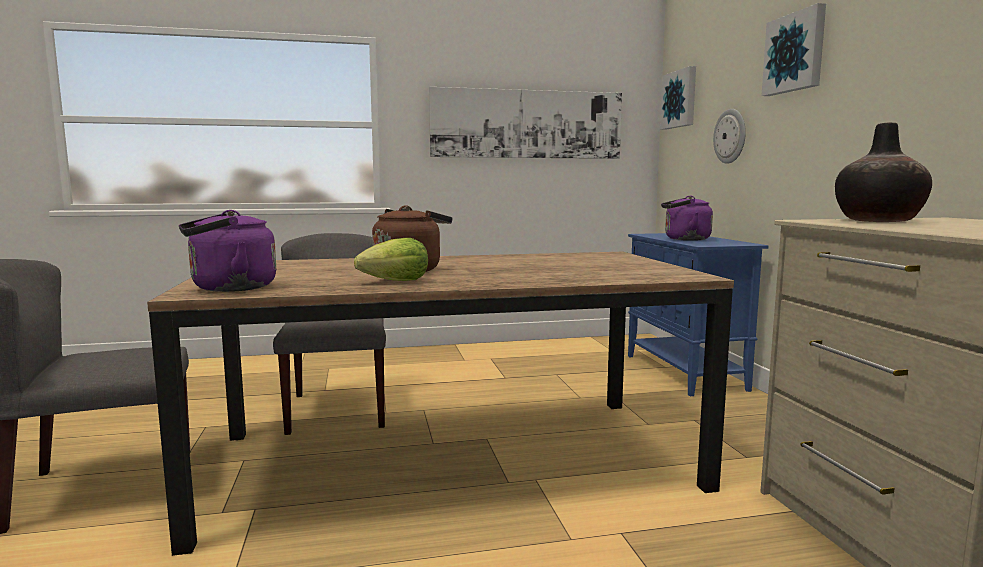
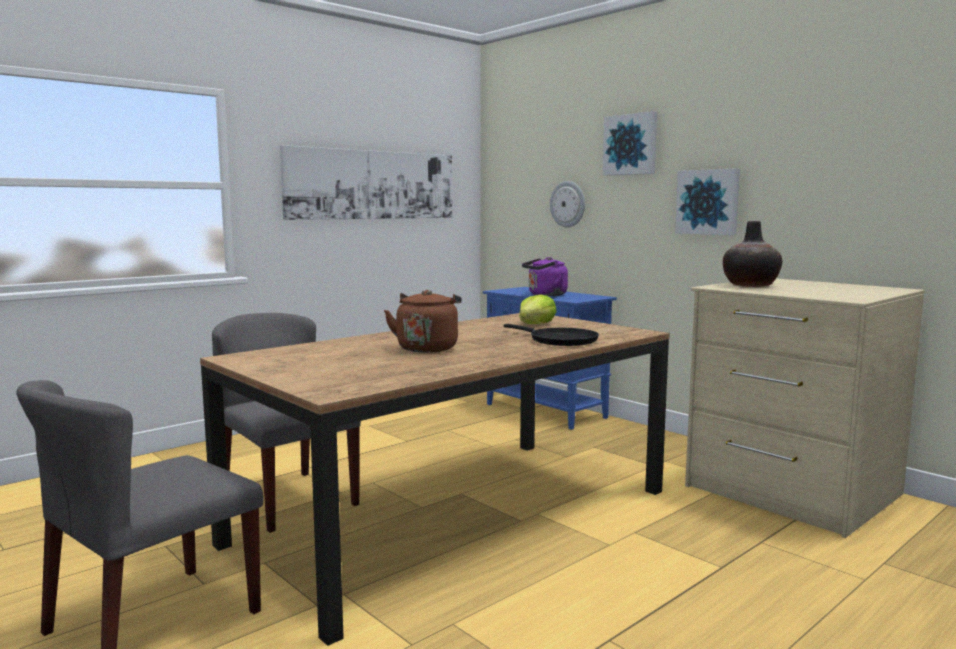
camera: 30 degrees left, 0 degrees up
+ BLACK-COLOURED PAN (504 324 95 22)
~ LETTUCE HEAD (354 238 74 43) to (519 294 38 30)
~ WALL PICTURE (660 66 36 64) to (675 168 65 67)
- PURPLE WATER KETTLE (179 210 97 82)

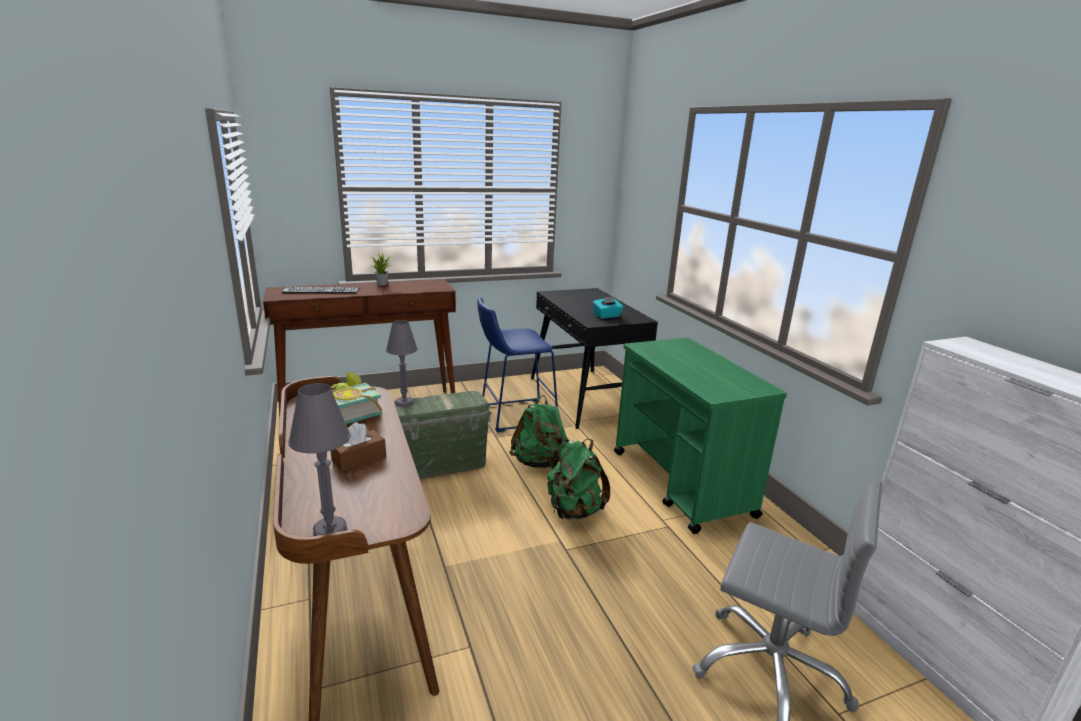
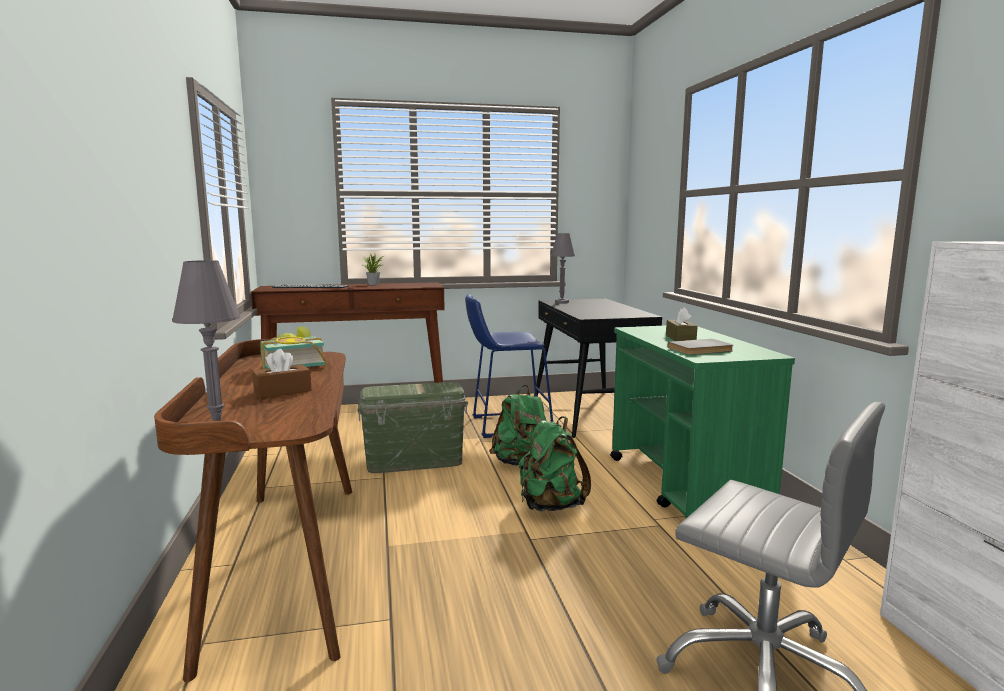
camera: 10 degrees right, 10 degrees down
~ GRAY LAMP FOR A TABLE (386 320 31 87) to (551 233 24 70)
+ BROWNISH TISSUE BOX (666 307 32 34)
+ GRAY BOUND BOOK (668 339 65 16)
- BLUE-GREEN TISSUE BOX (593 296 30 23)

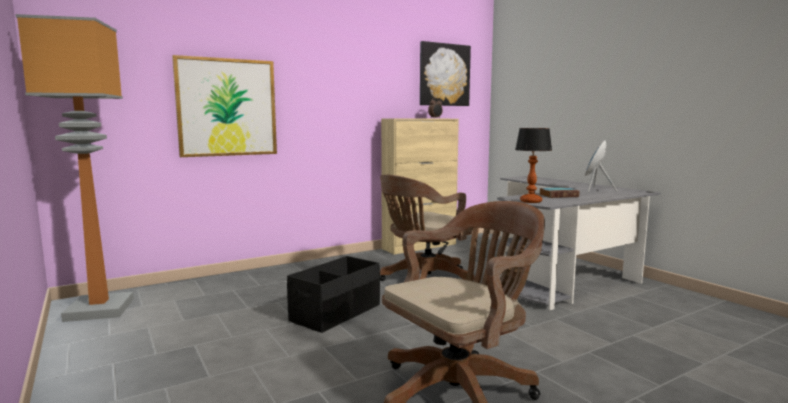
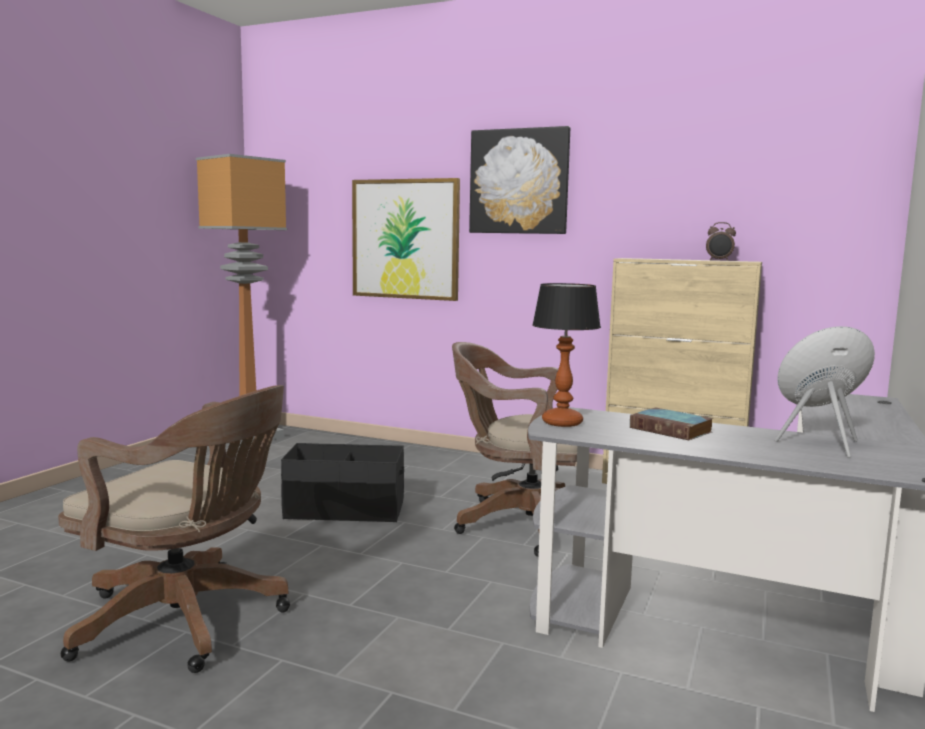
camera: 55 degrees right, 0 degrees up
~ WALL PICTURE (420 41 51 65) to (469 126 101 108)

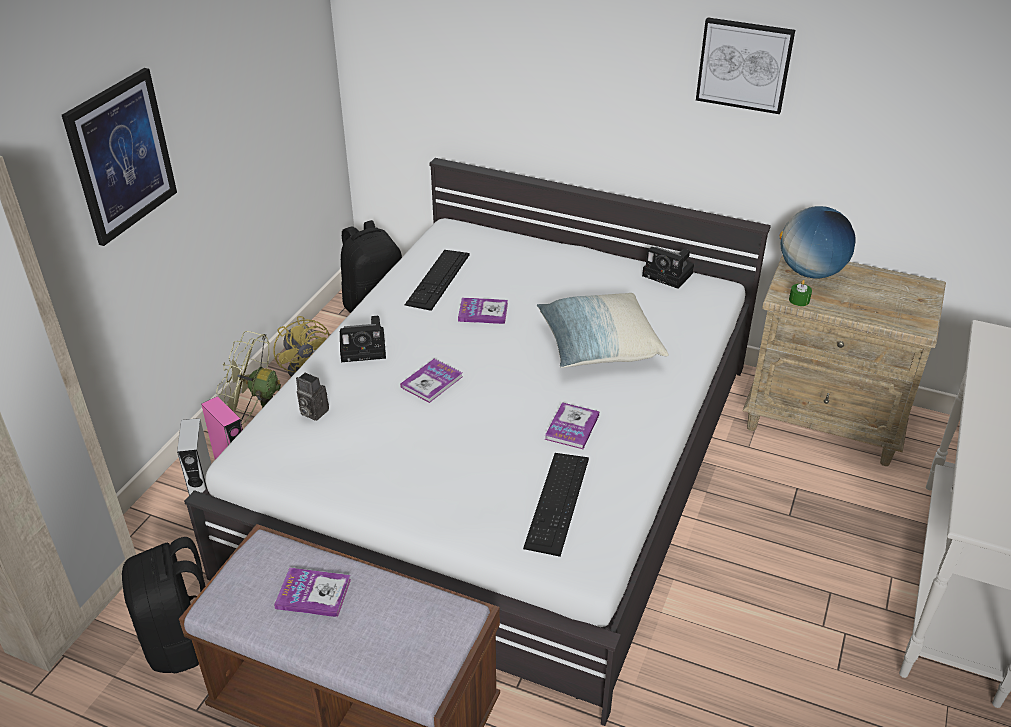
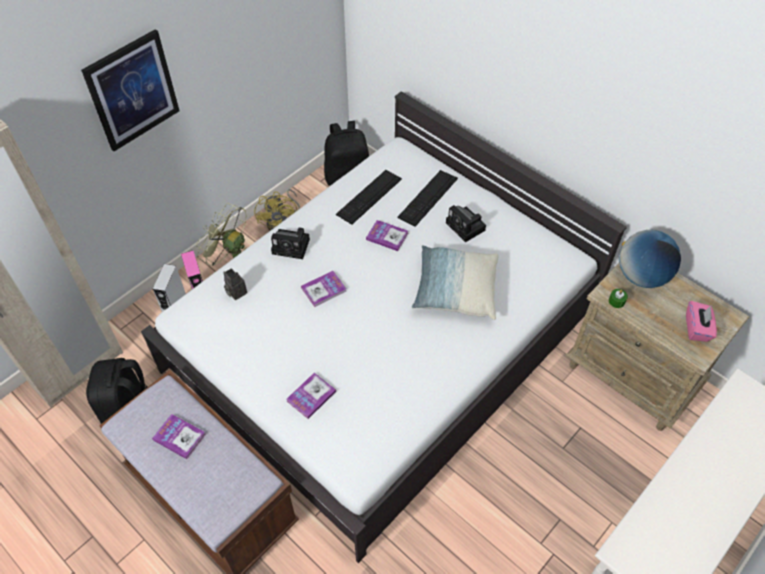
camera: 20 degrees right, 15 degrees up
~ BOUND BOOK (545 402 54 47) to (286 373 50 46)
~ PC KEYBOARD (523 453 66 104) to (397 170 61 57)
~ STILL CAMERA (642 247 52 42) to (446 205 40 37)
+ PINK-COLOURED TISSUE BOX (686 301 31 41)
- WALL PICTURE (696 17 99 97)

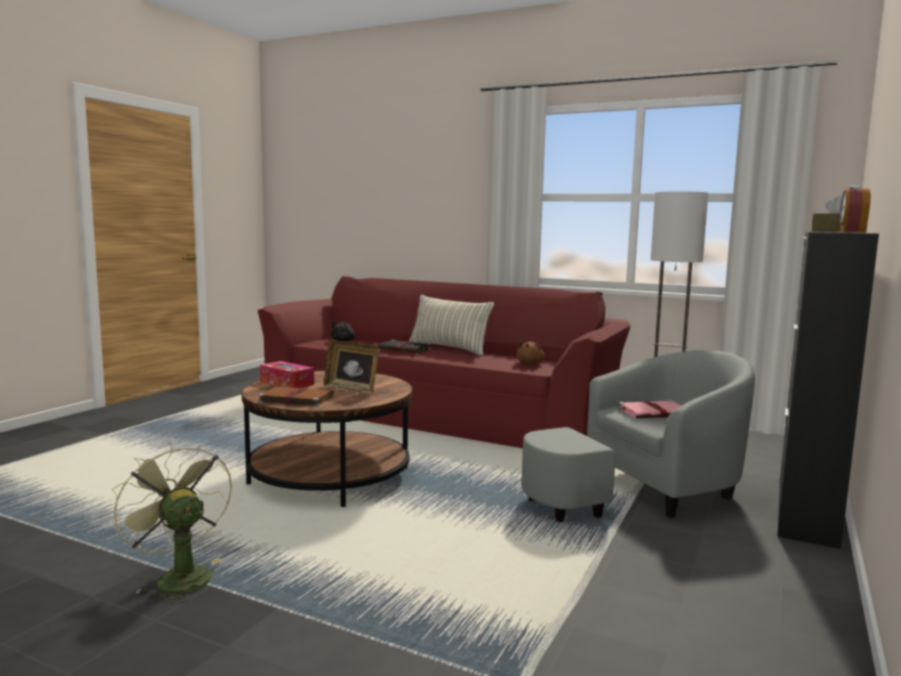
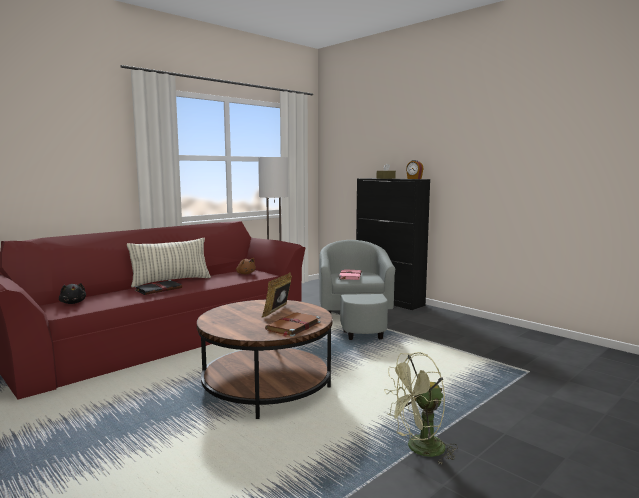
camera: 70 degrees left, 0 degrees up
~ STANDING FRAME (323 340 55 55) = (262 273 30 44) 150 degrees clockwise
- TISSUE BOX (260 361 54 27)

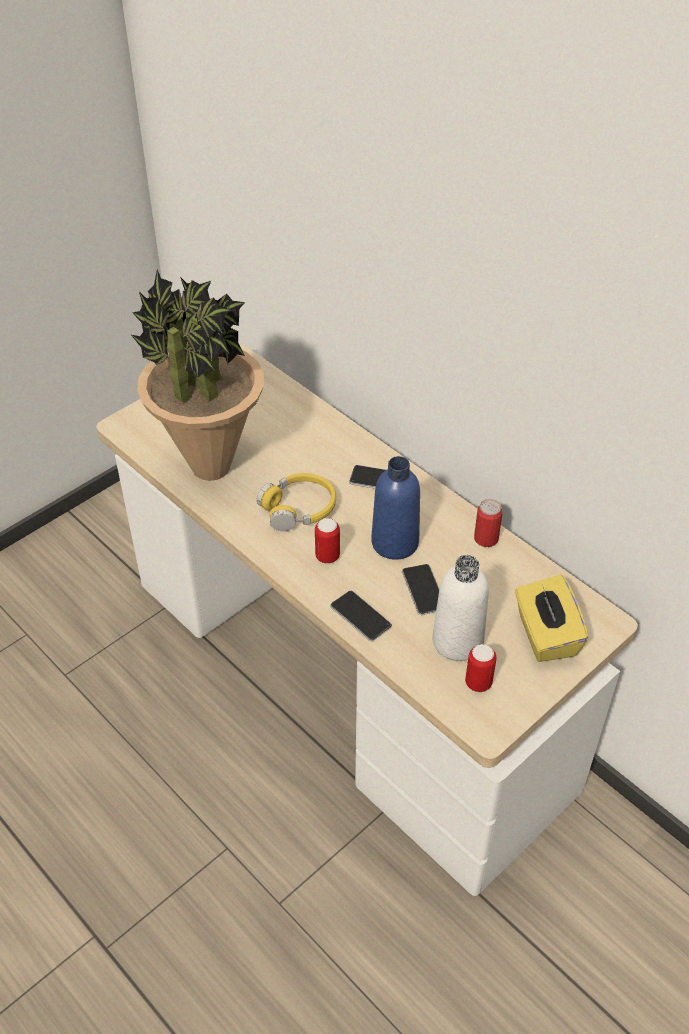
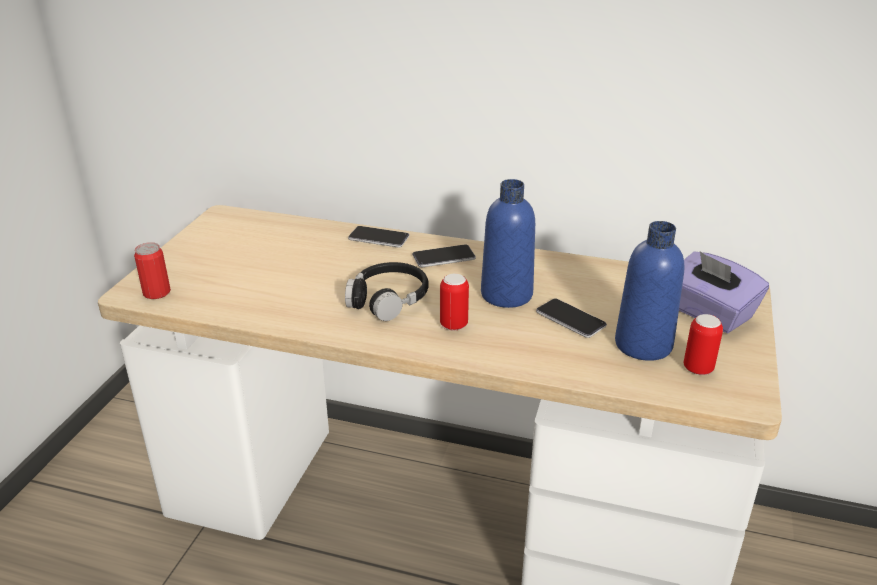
camera: 30 degrees left, 15 degrees down
~ CAN (474 499 29 48) to (134 242 37 57)
~ YELLOW PAIR OF HEADPHONES (257 473 79 59) to BLACK-COLOURED PAIR OF HEADPHONES (345 262 84 59)
~ PHONE (330 591 62 50) to (348 226 61 22)
~ WHITISH BOTTLE (432 555 57 106) to BLUISH BOTTLE (615 221 69 140)
~ YELLOW TISSUE BOX (515 575 73 87) to PURPLE TISSUE BOX (679 251 90 82)
- PLANT IN A POT (131 269 133 212)

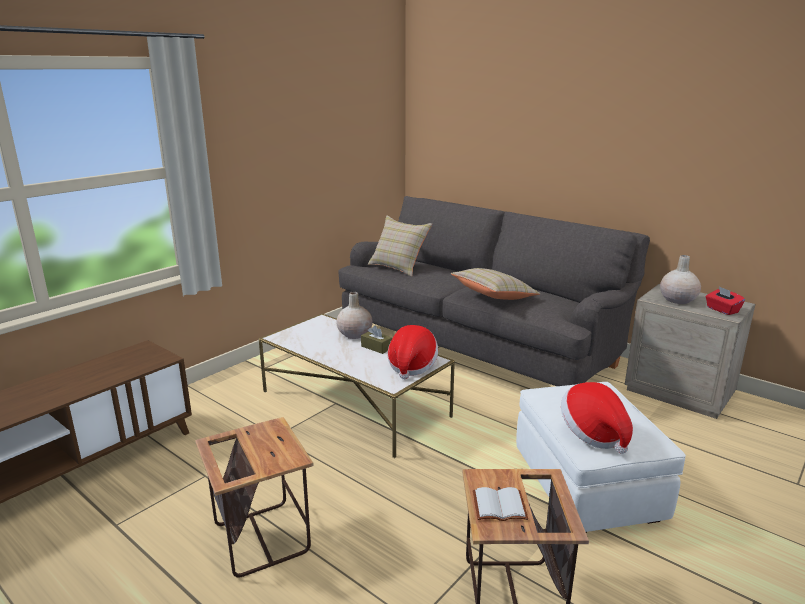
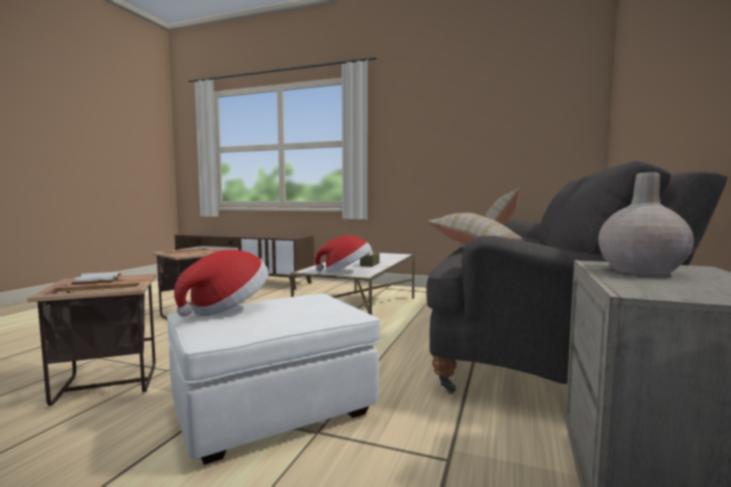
camera: 70 degrees right, 15 degrees down
- BEIGE FLOWER VASE (337 292 36 47)
- RED-COLOURED TISSUE BOX (706 286 39 29)

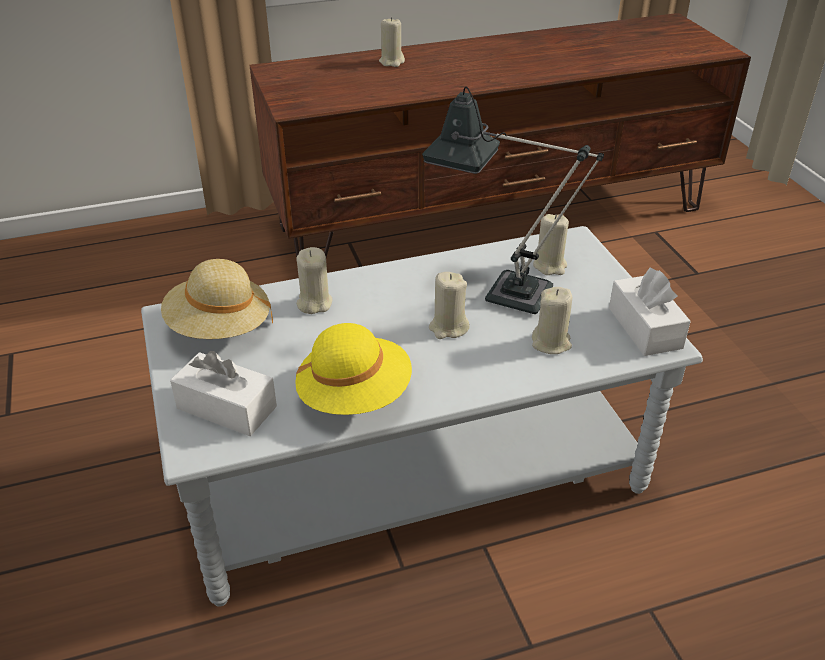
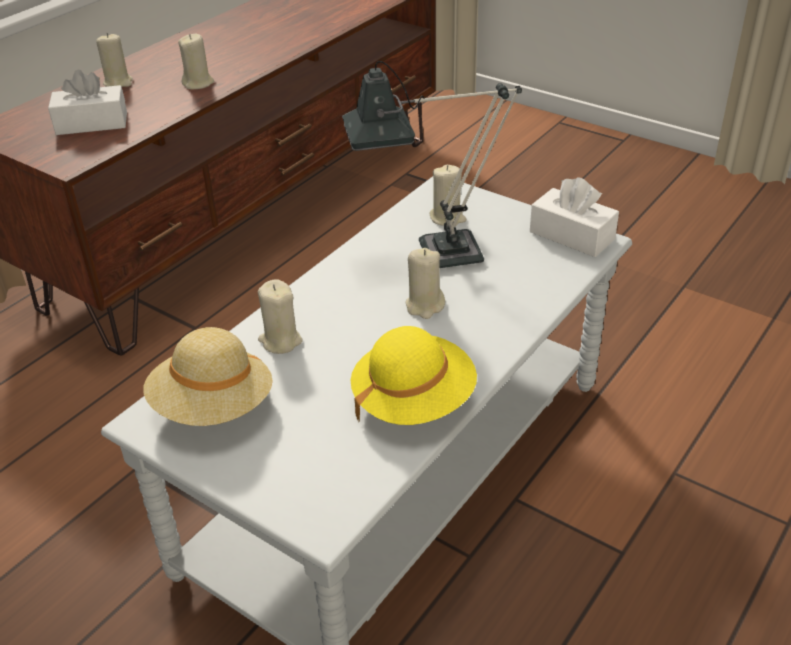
camera: 35 degrees left, 0 degrees up
~ WHITISH TISSUE BOX (170 351 107 85) to (48 70 79 65)
~ BEIGE WAX LIGHT (532 287 40 67) to (178 34 36 55)

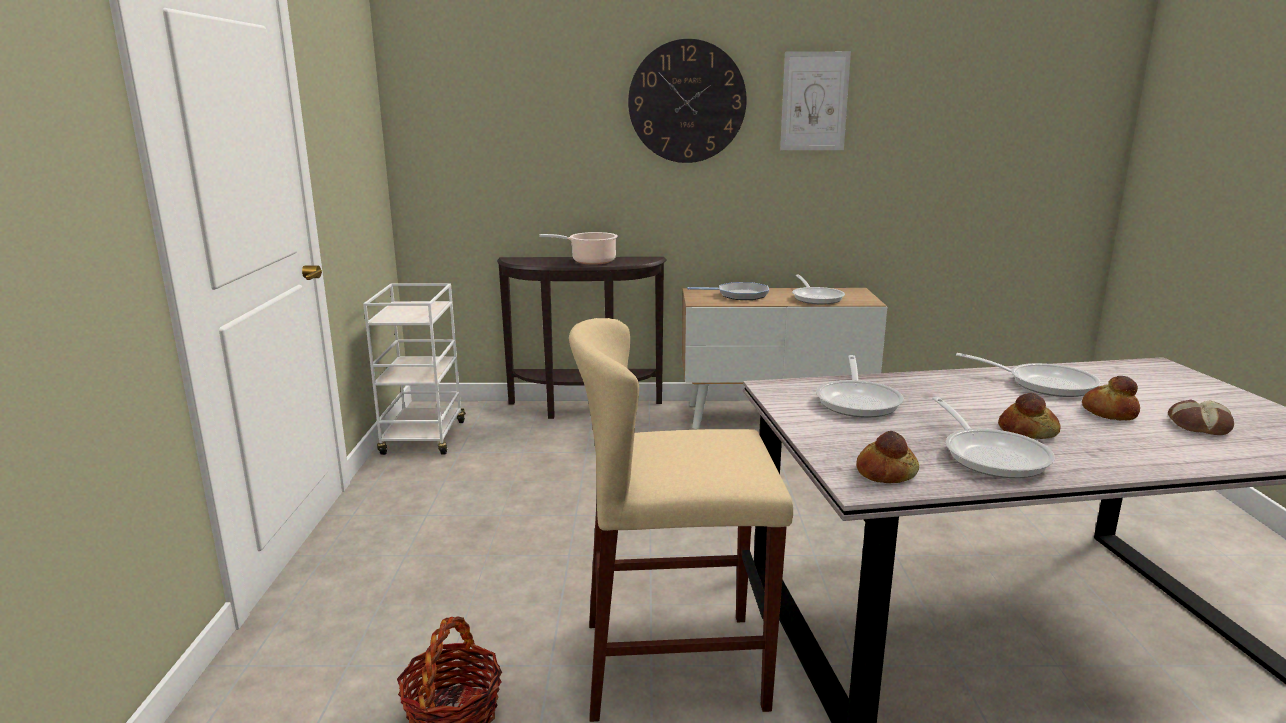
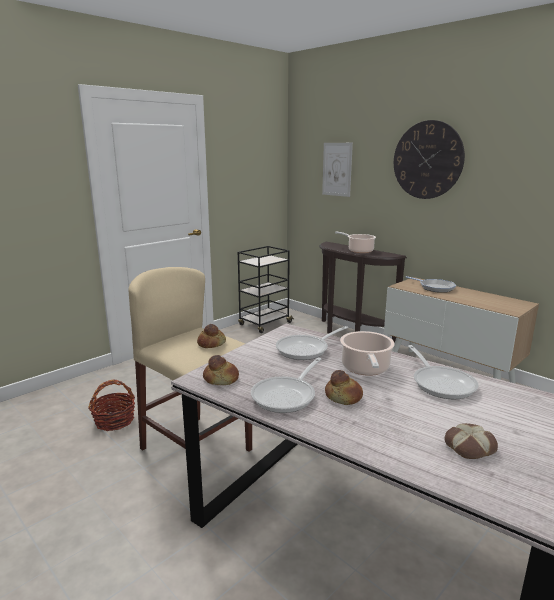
camera: 45 degrees right, 0 degrees up
~ BAKED BREAD (1082 376 58 44) to (197 324 29 24)
~ WHITISH CART (363 283 103 172) to BLACK-COLOURED CART (238 246 56 87)
~ WALL PICTURE (780 51 71 99) to (322 143 31 54)
+ STOCKPOT (340 331 55 45)
- PAN (792 275 53 29)

